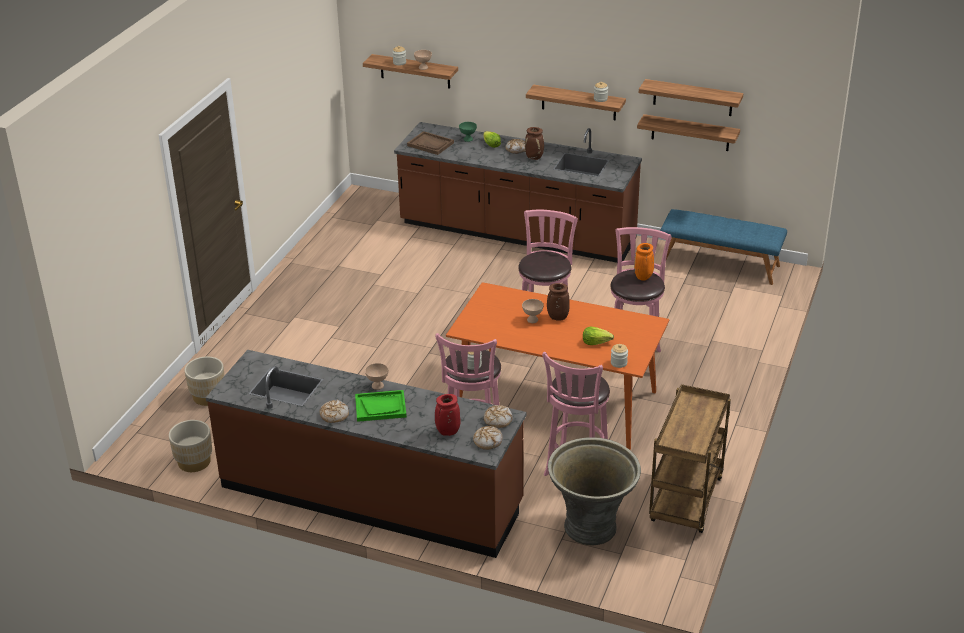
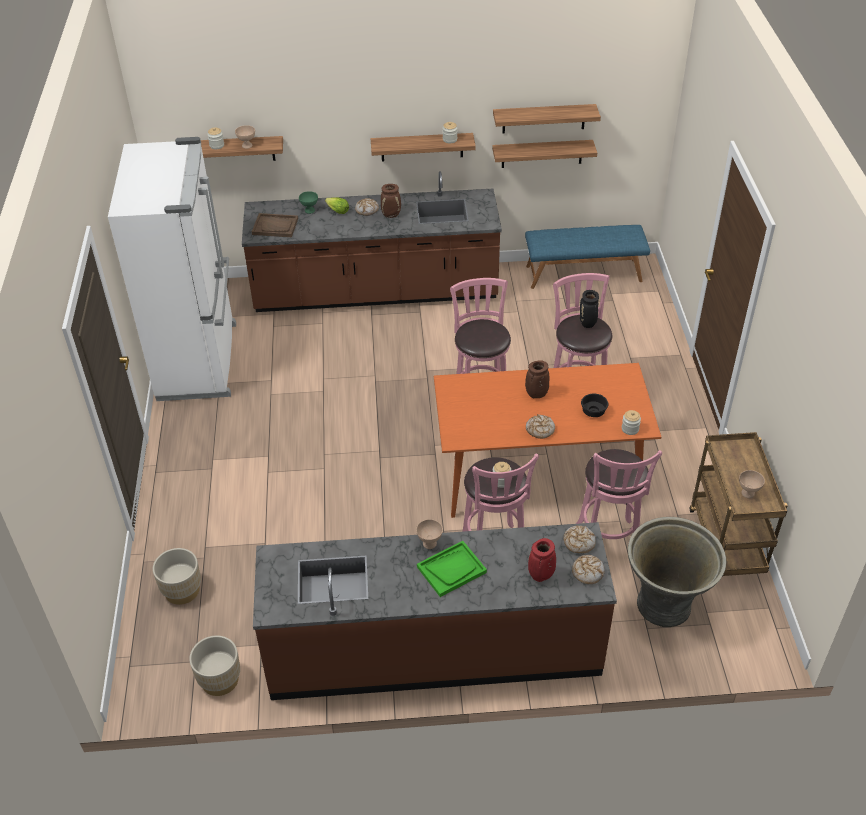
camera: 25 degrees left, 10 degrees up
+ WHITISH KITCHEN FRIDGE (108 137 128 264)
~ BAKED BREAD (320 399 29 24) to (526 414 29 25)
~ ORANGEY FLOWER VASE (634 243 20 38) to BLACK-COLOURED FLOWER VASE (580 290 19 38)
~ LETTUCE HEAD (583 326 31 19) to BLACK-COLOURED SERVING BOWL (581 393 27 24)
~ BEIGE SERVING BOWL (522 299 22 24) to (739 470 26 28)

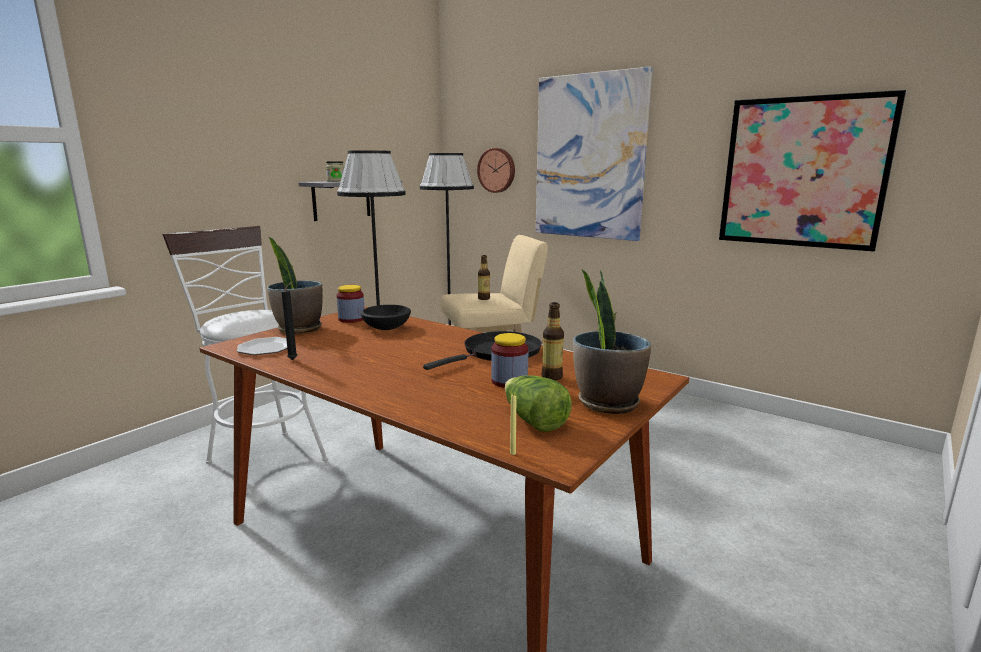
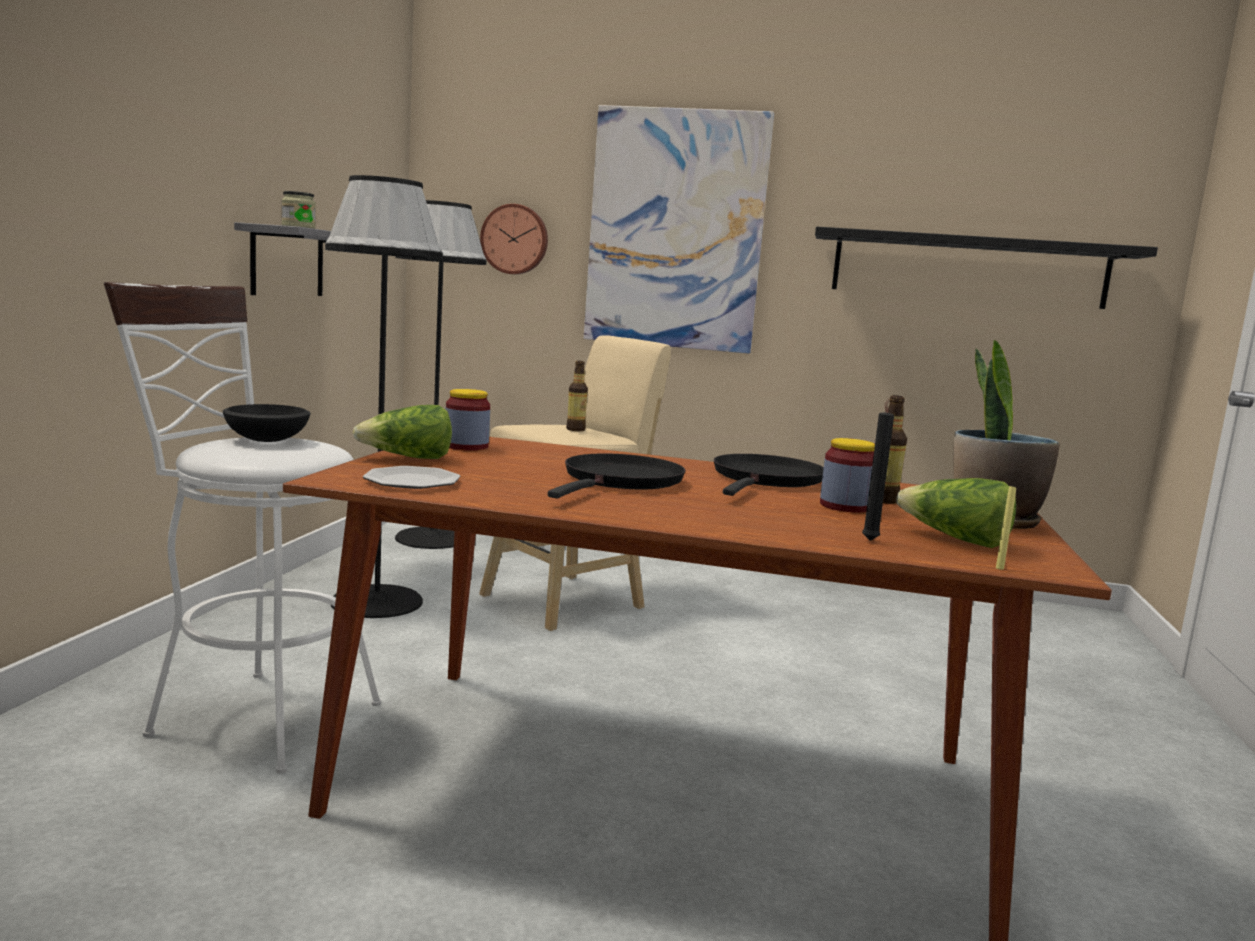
camera: 25 degrees left, 5 degrees down
~ BLACK-COLOURED SERVING BOWL (360 305 51 25) to (223 404 88 38)
~ PLANT IN A POT (267 237 56 97) to LETTUCE HEAD (352 405 100 54)
+ BLACK-COLOURED PAN (548 453 138 45)
~ WALL PICTURE (719 90 187 162) to BLACK-COLOURED WALL SHELF (815 227 343 82)
~ BLACK-COLOURED WAX LIGHT (281 282 17 78) to (862 398 32 143)

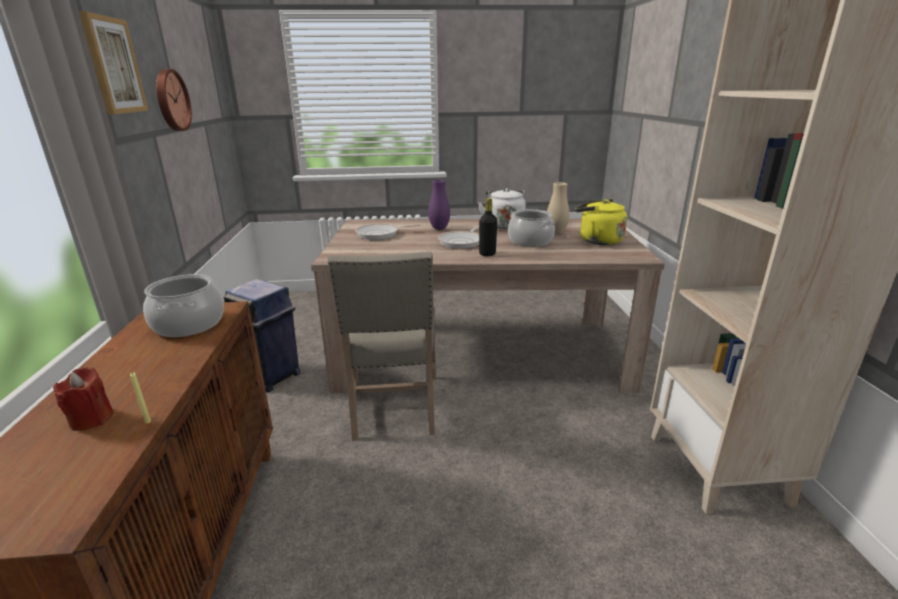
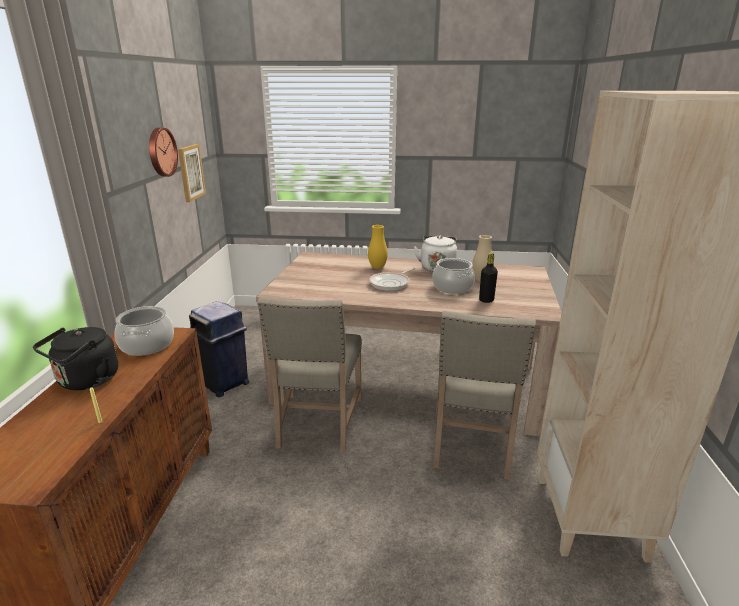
camera: 10 degrees right, 0 degrees up
+ BLACK-COLOURED WATER KETTLE (33 327 85 63)
~ WALL PICTURE (79 11 69 104) to (178 144 28 58)
~ PURPLE FLOWER VASE (428 180 22 50) to YELLOW FLOWER VASE (368 225 20 44)
+ BEIGE PLAIN CHAIR (434 311 102 169)
~ BLACK-COLOURED BOTTLE (479 198 18 58) to (479 252 19 51)
- RED-COLOURED WAX LIGHT (53 367 60 64)
- PAN (355 223 65 17)
- YELLOW WATER KETTLE (575 199 52 46)

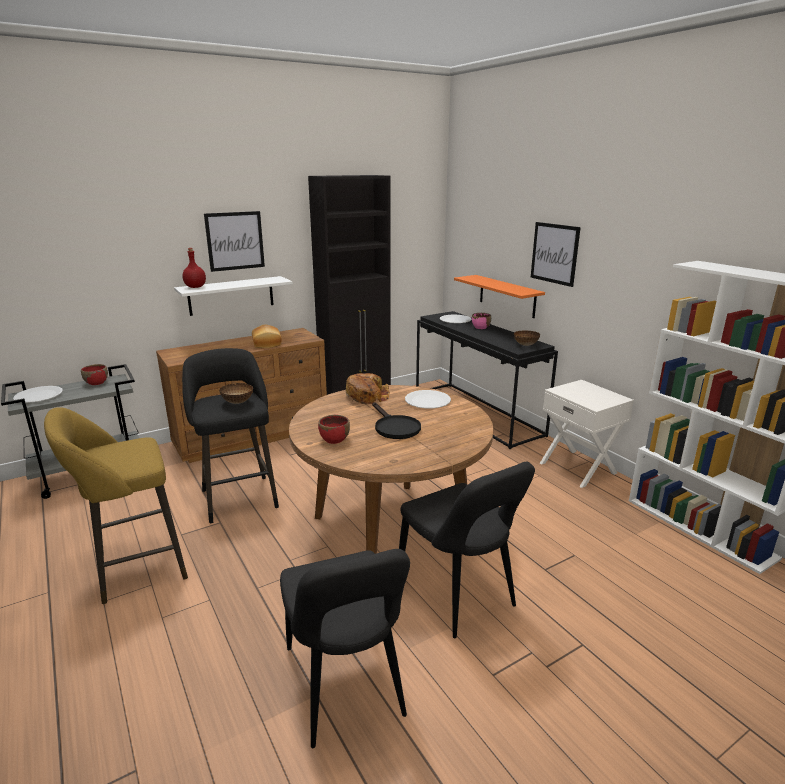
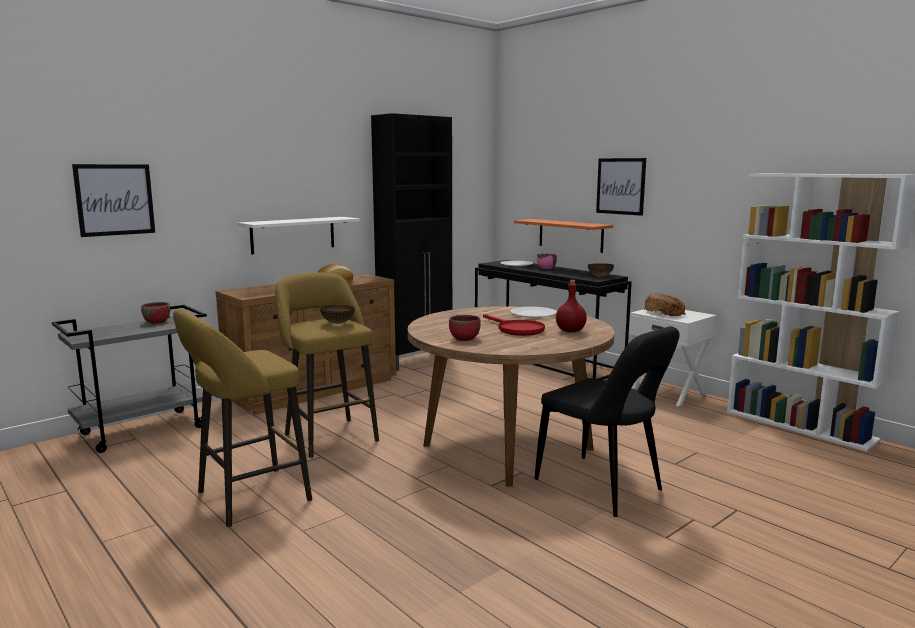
camera: 10 degrees left, 10 degrees down
~ WALL PICTURE (204 211 61 61) to (72 164 83 73)
~ BLACK-COLOURED SITTING STOOL (182 348 97 175) to YELLOW SITTING STOOL (275 272 104 186)
~ BLACK-COLOURED PAN (372 402 49 37) to RED-COLOURED PAN (483 314 62 22)
~ RED-COLOURED BOTTLE (182 248 24 40) to (556 280 31 52)
~ BAKED BREAD (346 373 44 31) to (644 293 41 23)
- WHITISH FLAT DISH (13 386 50 17)
- BLACK-COLOURED PLAIN CHAIR (280 549 130 199)

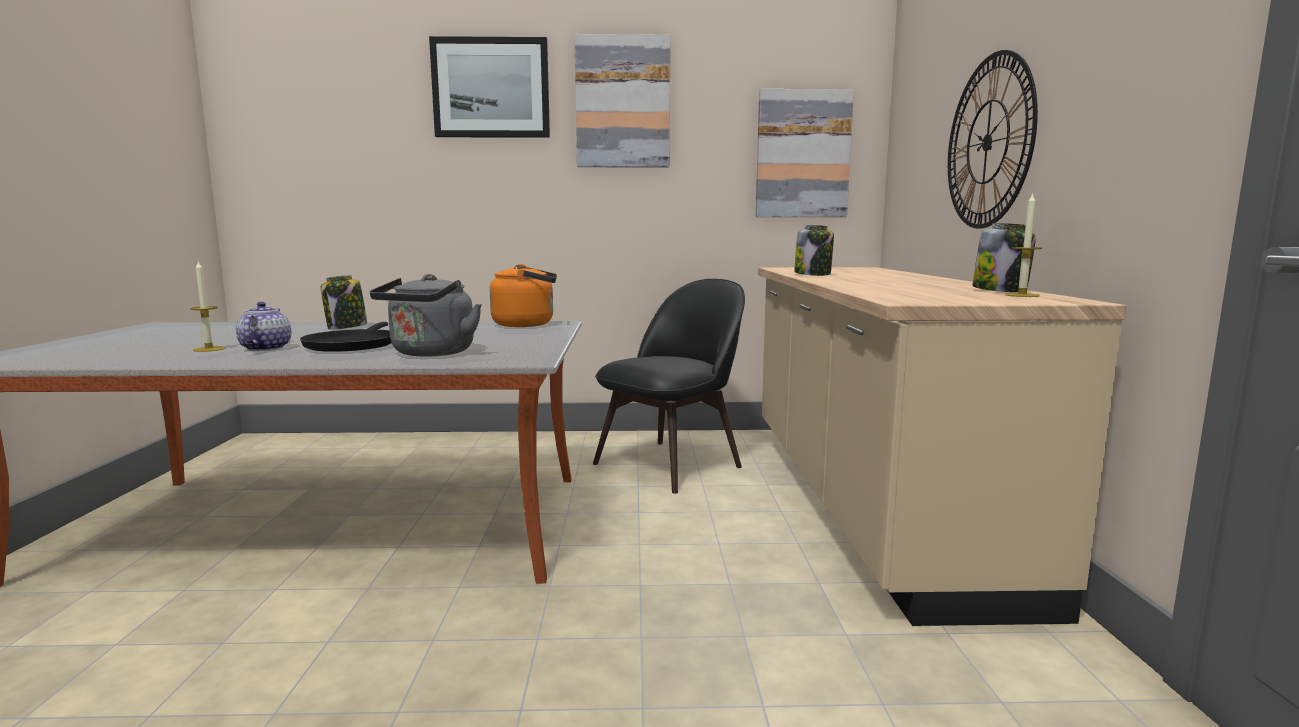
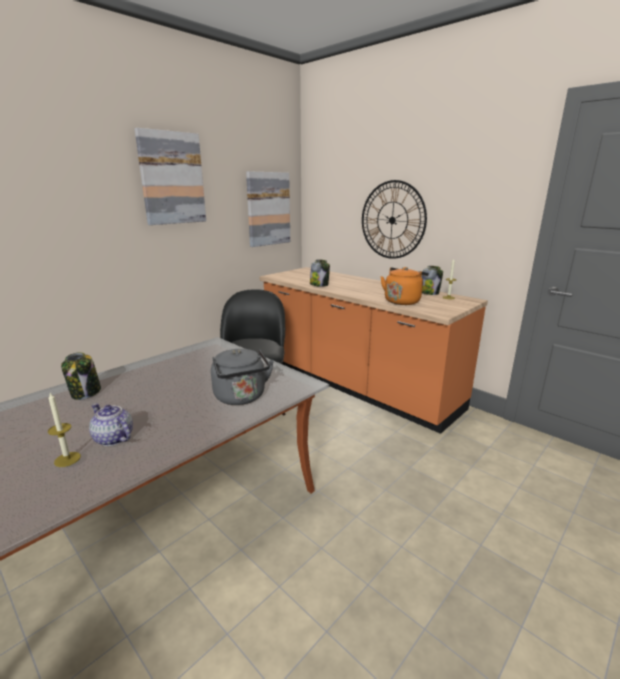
camera: 45 degrees left, 10 degrees up
~ BEIGE COUNTER (758 267 368 359) to ORANGEY COUNTER (260 267 228 167)
~ ORANGEY WATER KETTLE (490 264 67 63) to (380 267 49 38)
- BLACK-COLOURED PAN (300 322 92 30)
- WALL PICTURE (429 36 121 102)

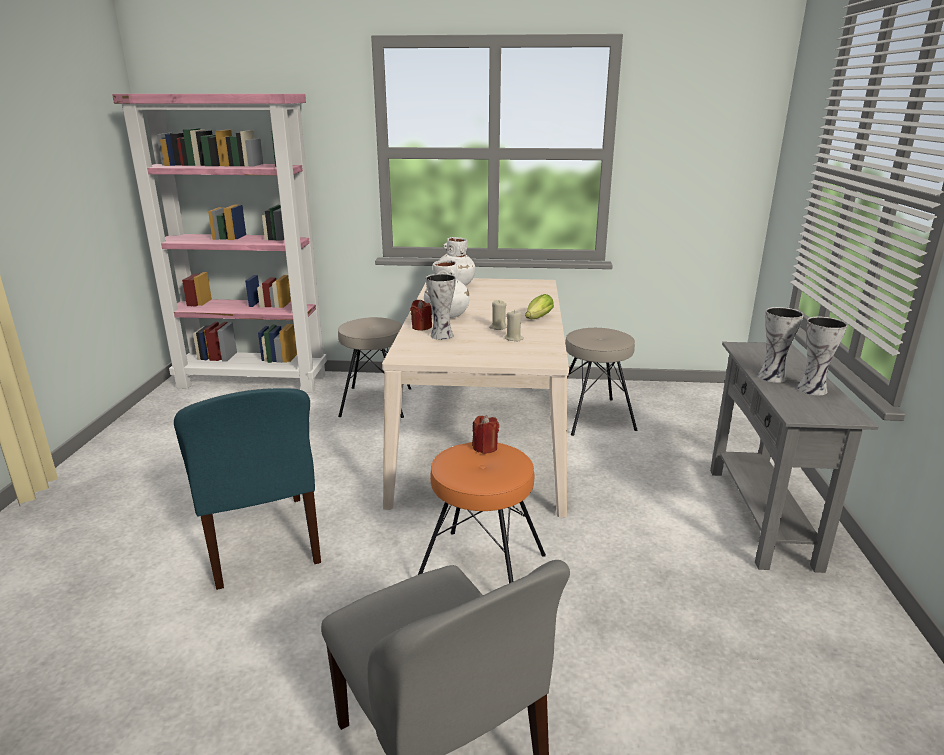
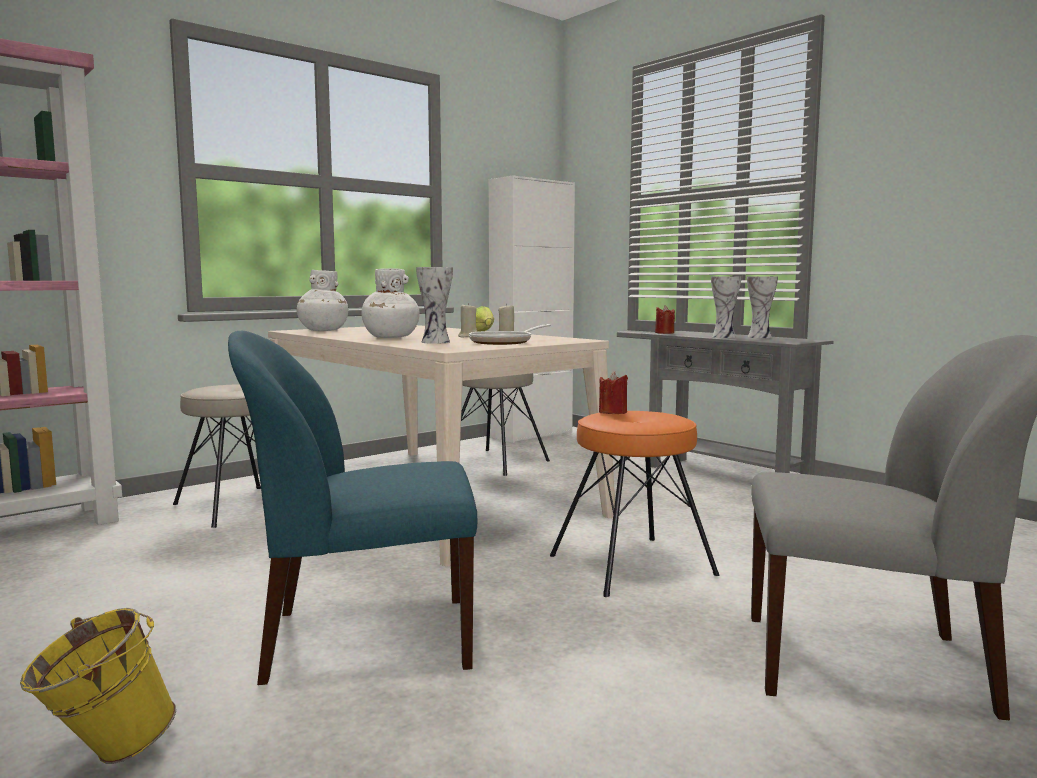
camera: 45 degrees left, 15 degrees down
+ YELLOW WATER BUCKET (20 608 156 156)
~ BLUISH PLAIN CHAIR (174 388 147 202) = (228 331 250 354) 150 degrees clockwise
+ PAN (469 324 82 21)
+ WHITISH STORAGE CABINET (489 176 86 267)
~ RED-COLOURED WAX LIGHT (410 300 22 31) to (655 305 20 29)

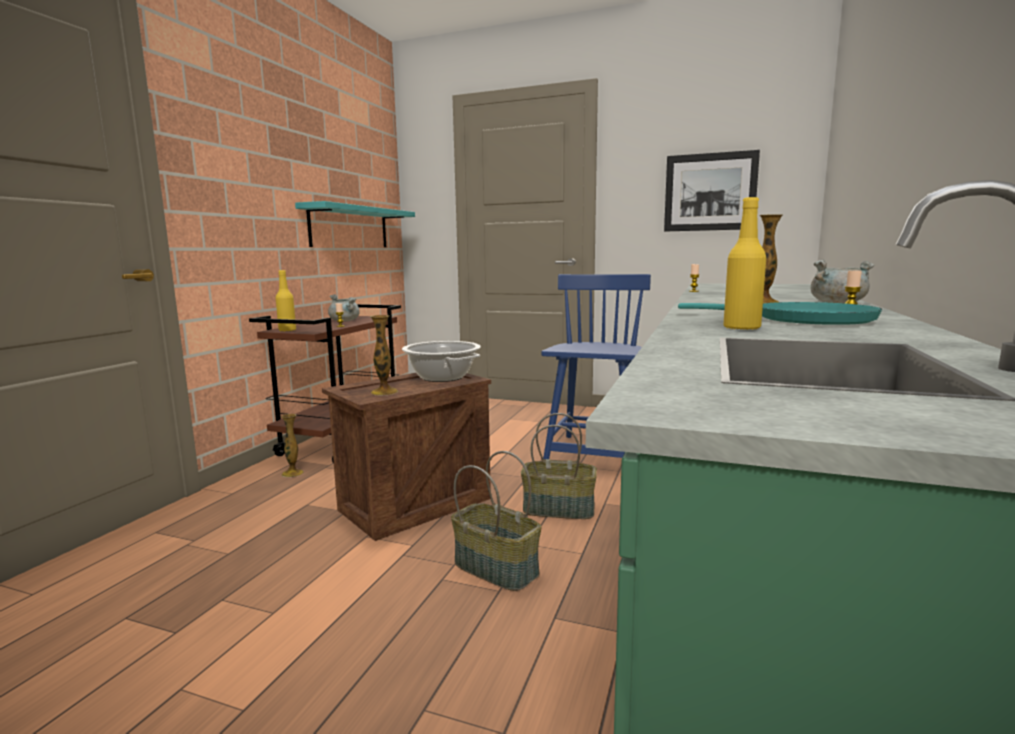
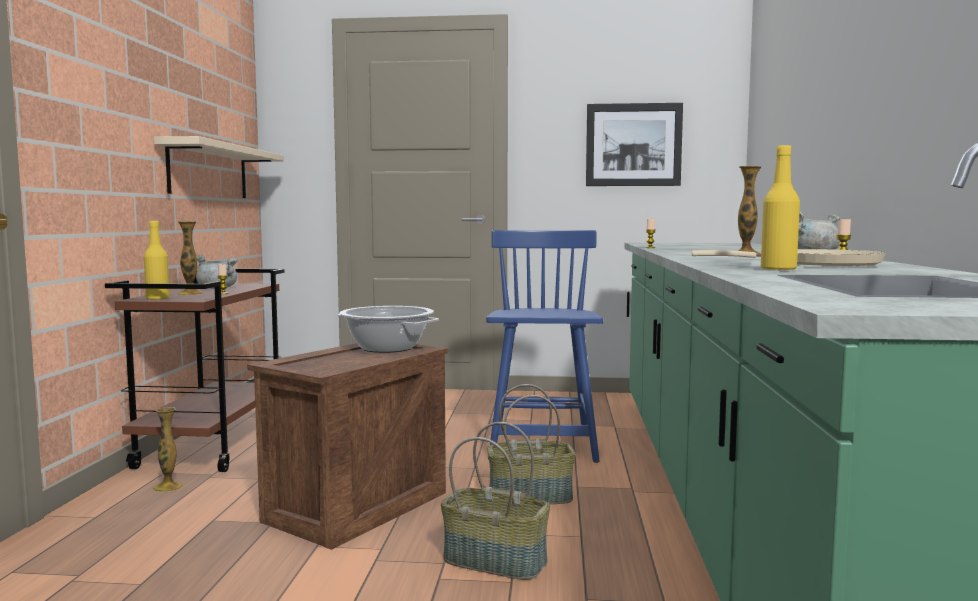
camera: 15 degrees left, 5 degrees down
~ BLUE-GREEN WALL SHELF (295 201 120 46) to BEIGE WALL SHELF (154 136 130 62)
~ FLOWER VASE (370 315 28 81) to (177 221 26 74)
~ BLUE-GREEN PAN (678 302 204 23) to BEIGE PAN (692 249 194 17)

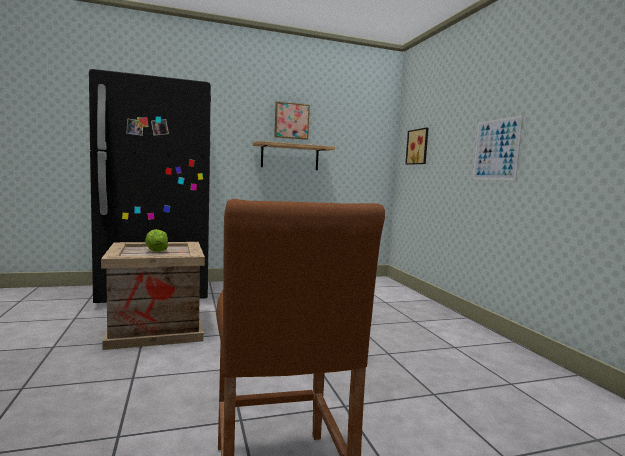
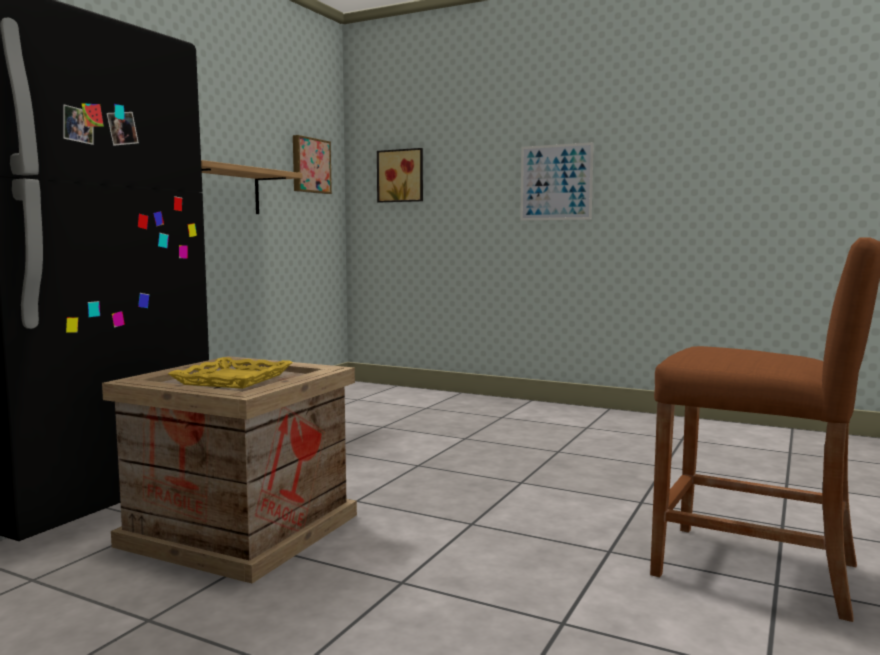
camera: 45 degrees left, 0 degrees up
~ LETTUCE HEAD (145 229 23 23) to YELLOW CARRYING TRAY (168 357 125 32)
~ WALL PICTURE (274 101 36 39) to (293 135 39 59)

